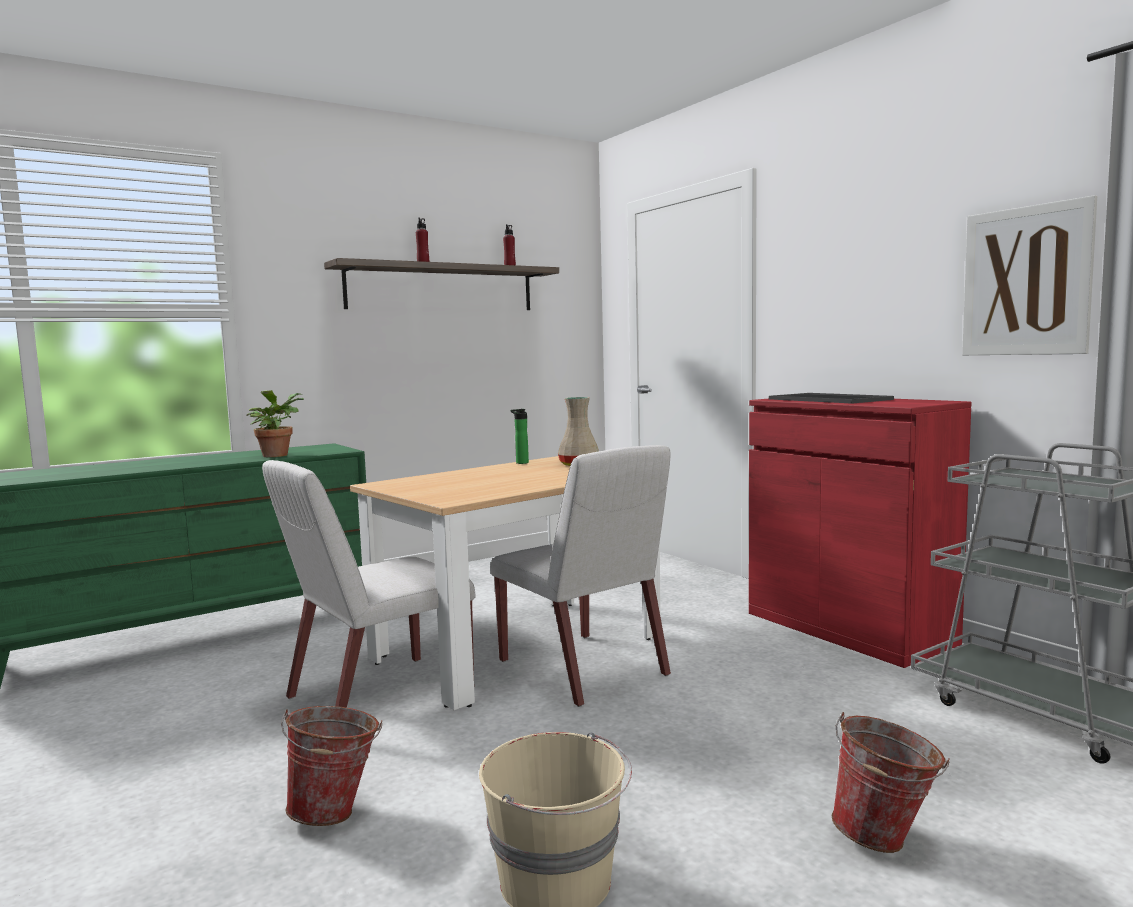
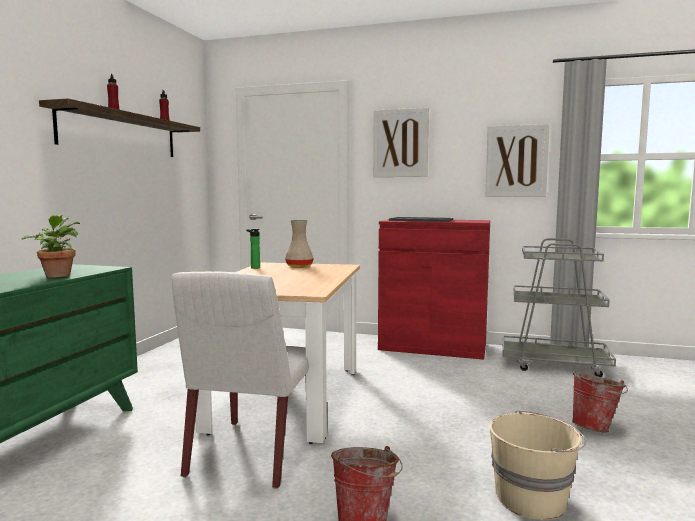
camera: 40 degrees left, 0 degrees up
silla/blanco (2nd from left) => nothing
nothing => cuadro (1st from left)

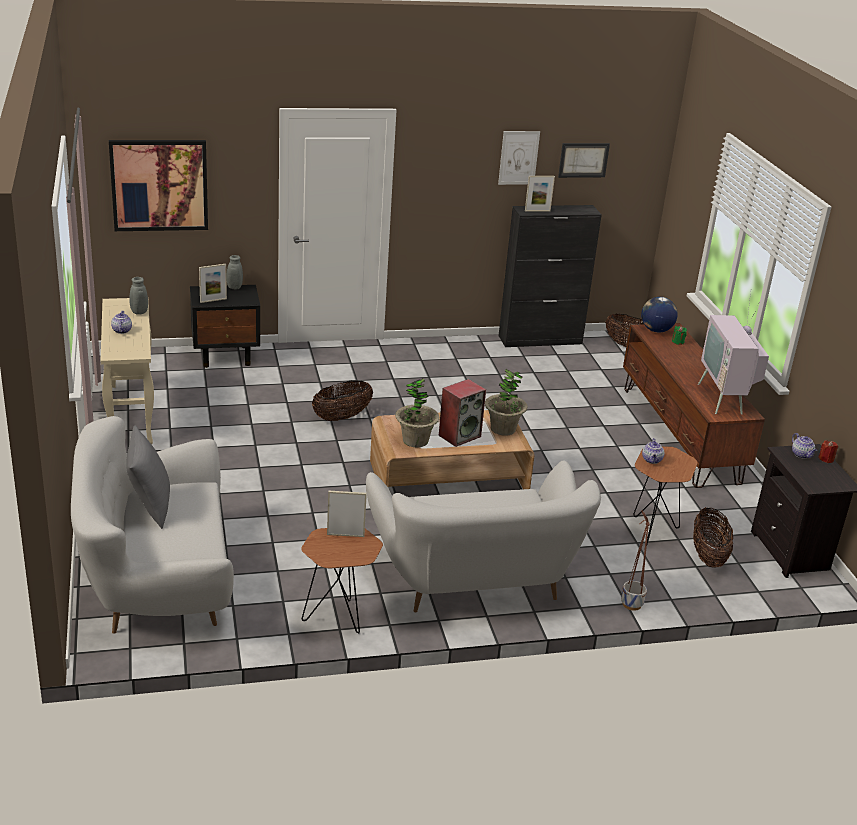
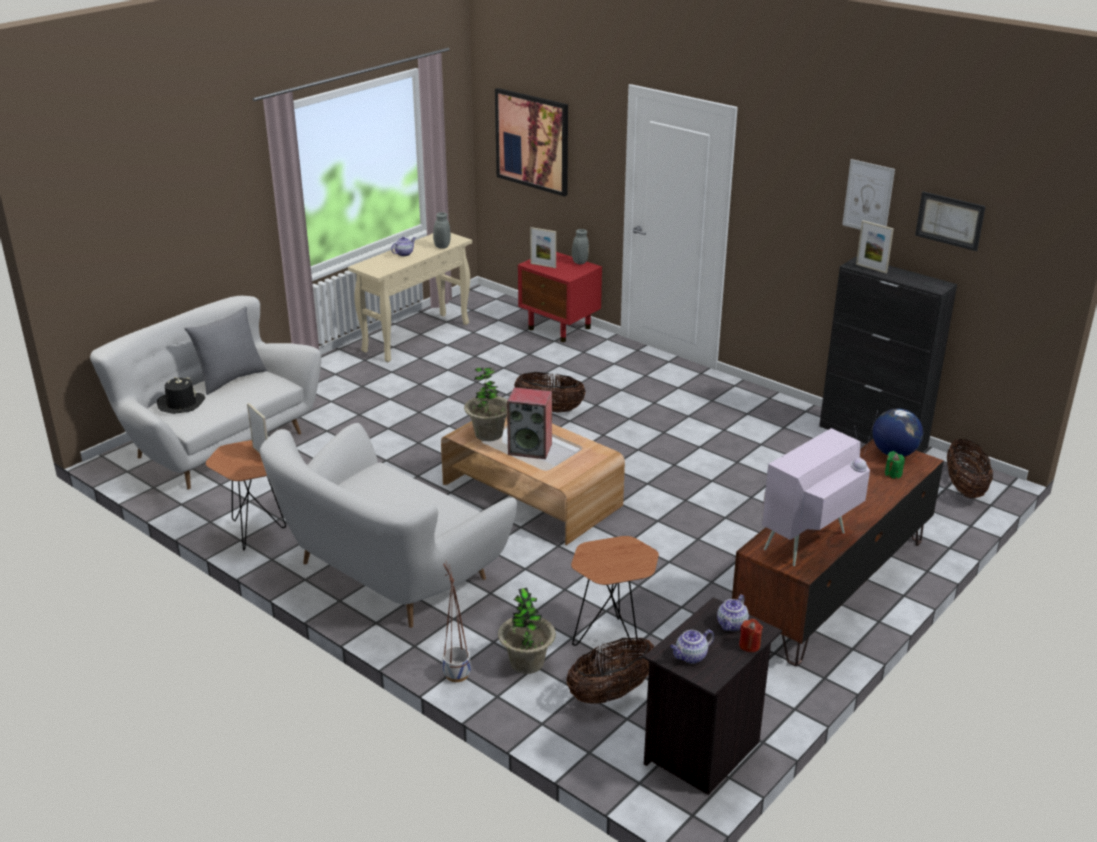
camera: 55 degrees right, 0 degrees up
mesita de noche/negro (1st from left) => mesita de noche/rojo
planta en maceta (2nd from left), move
tetera (2nd from left), move
nothing => sombrero/negro

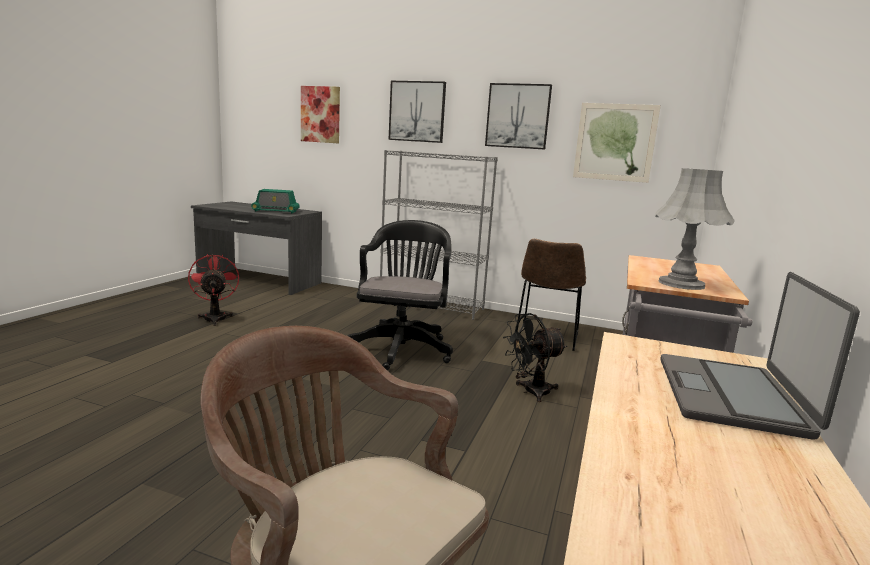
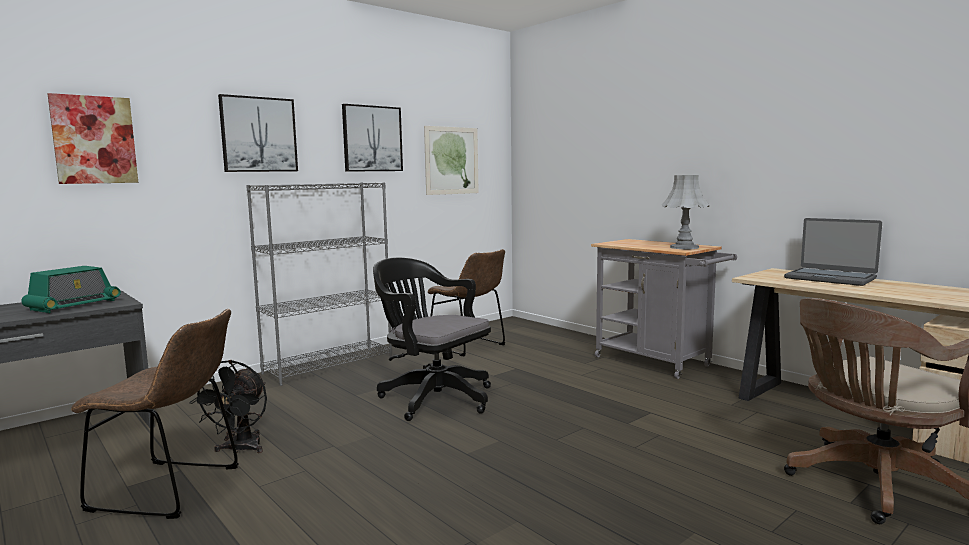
camera: 60 degrees left, 5 degrees down
ventilador/rojo => silla/marrón (1st from left)
ventilador/negro, move

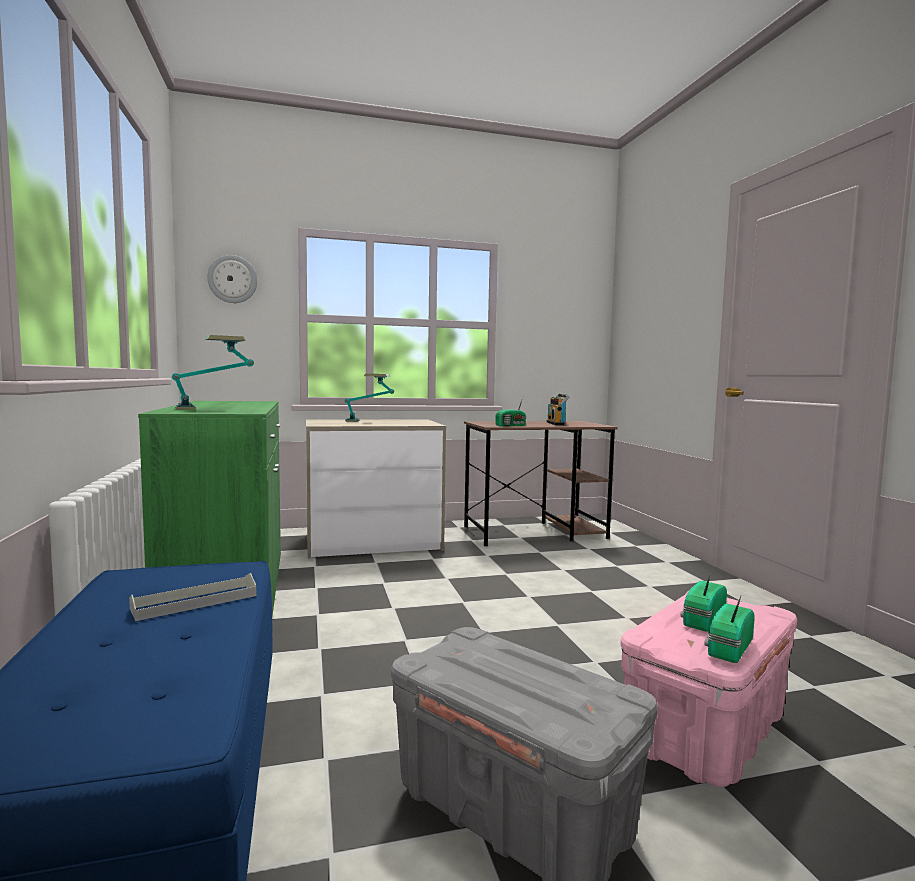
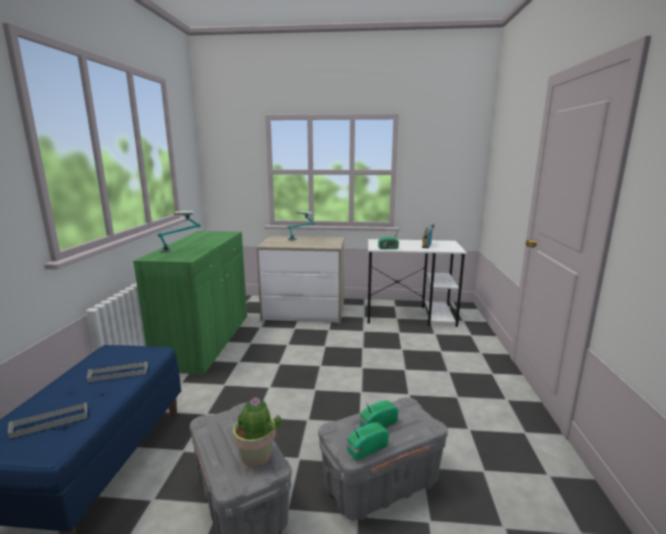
camera: 20 degrees right, 10 degrees up
reloj de pared => nothing
escritorio/marrón => escritorio/blanco
caja de almacenaje/rosa => caja de almacenaje/gris (2nd from left)
nothing => planta en maceta
nothing => bandeja/gris (1st from left)

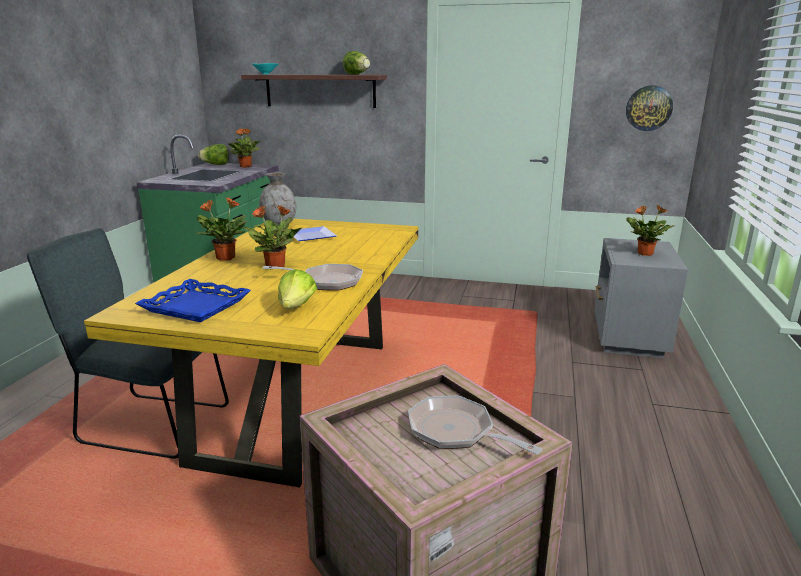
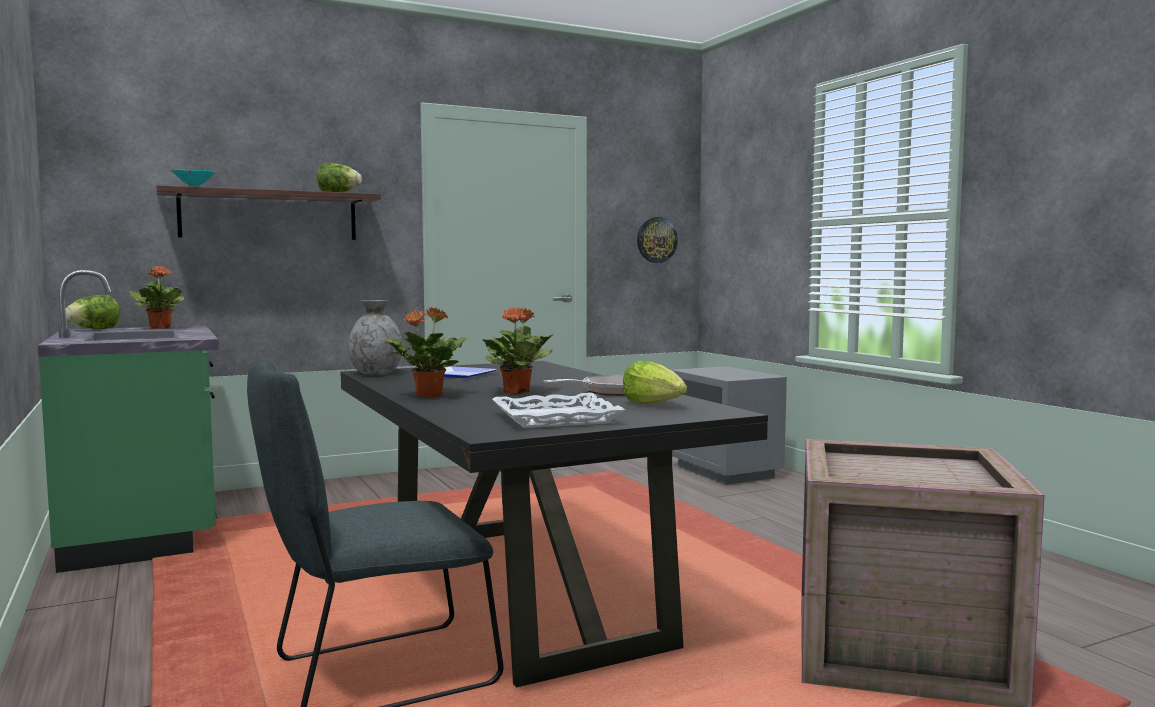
camera: 40 degrees left, 15 degrees down
planta en maceta (4th from left) => nothing
mesa de comedor/amarillo => mesa de comedor/negro
bandeja/azul => bandeja/blanco
sartén (2nd from left) => nothing

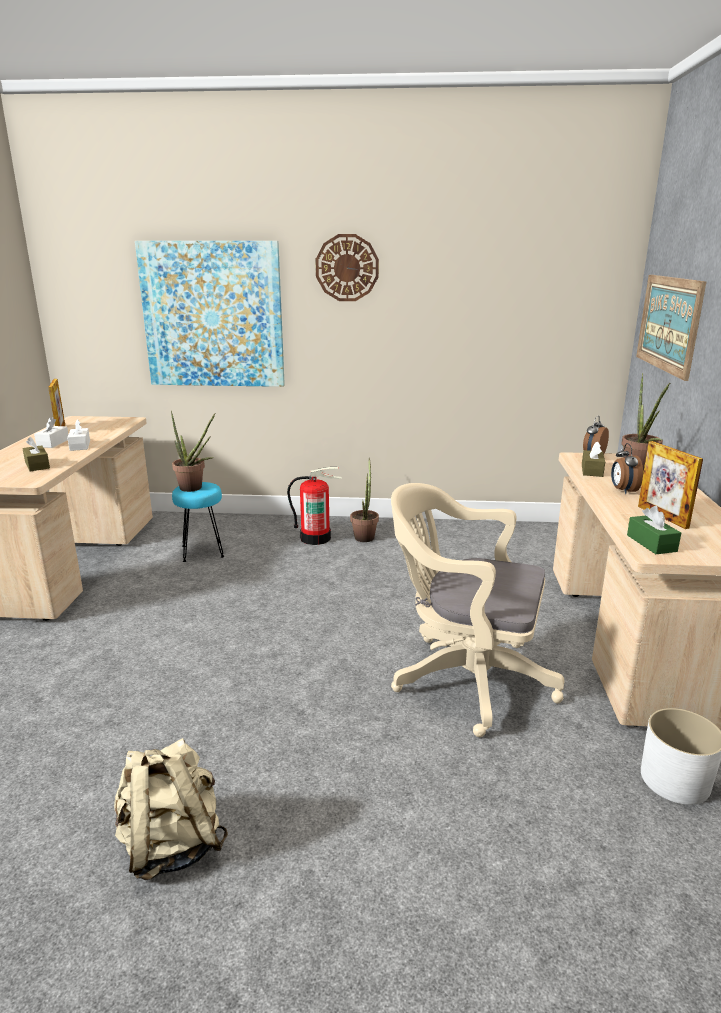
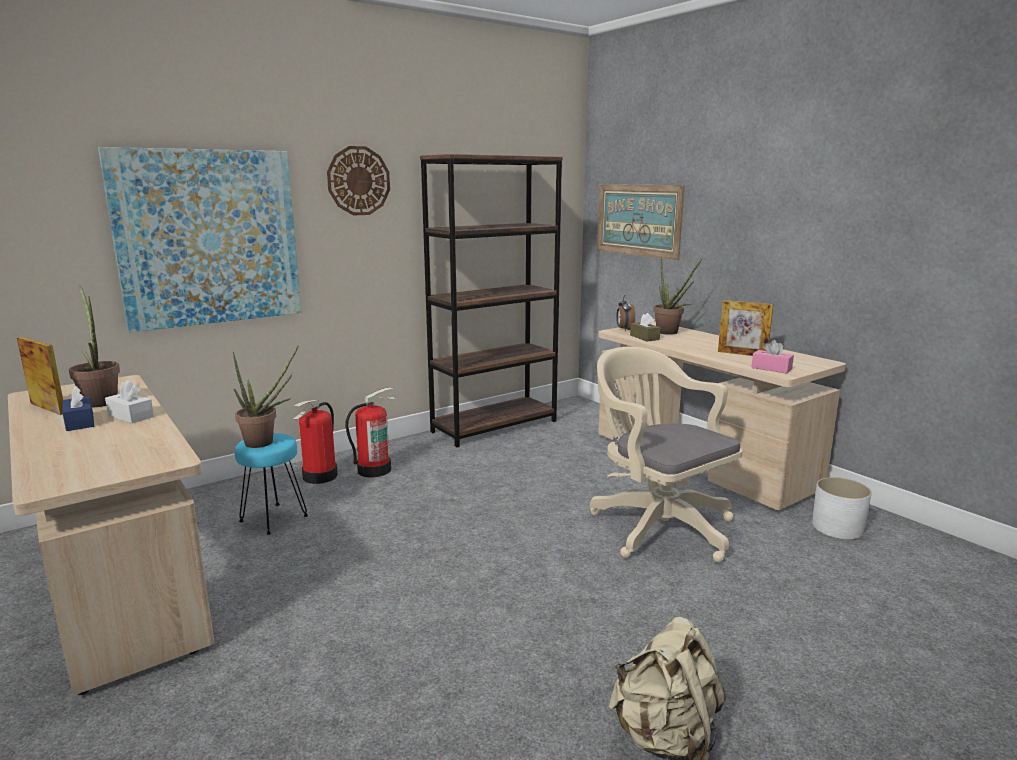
camera: 40 degrees left, 5 degrees down
caja de pañuelos/blanco (1st from left) => caja de pañuelos/azul
caja de pañuelos/marrón (1st from left) => nothing
despertador (2nd from left) => nothing
planta en maceta (2nd from left in the first image) => planta en maceta (1st from left), move
silla de oficina/beis, 75 degrees clockwise
caja de pañuelos/verde => caja de pañuelos/rosa
nothing => estantería/marrón
nothing => extintor (1st from left)

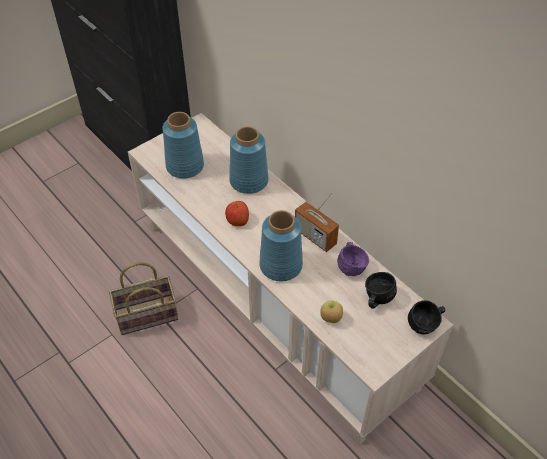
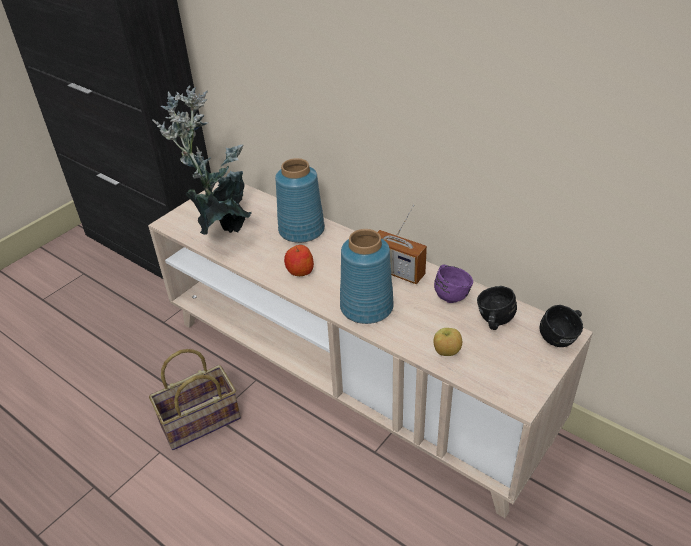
camera: 10 degrees left, 10 degrees down
florero/azul (1st from left) => planta en maceta

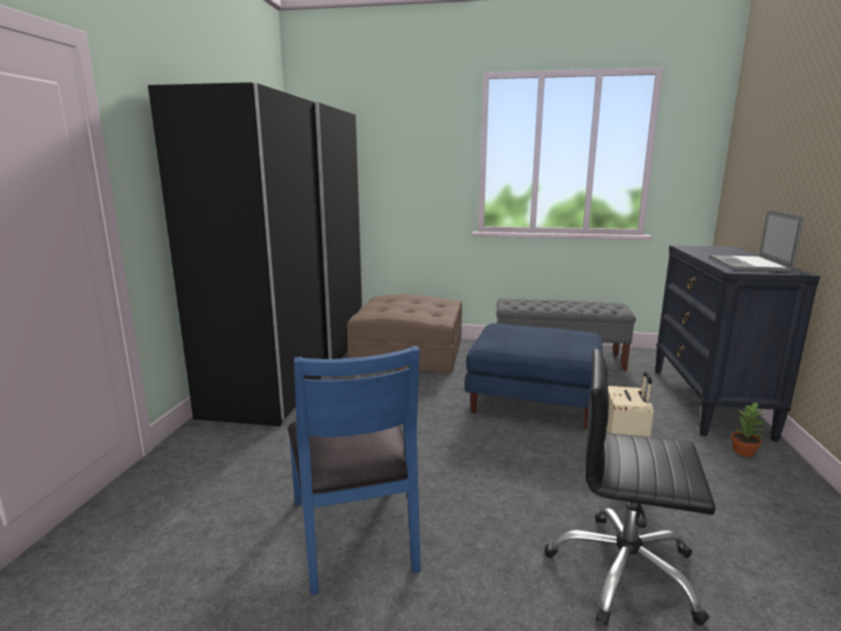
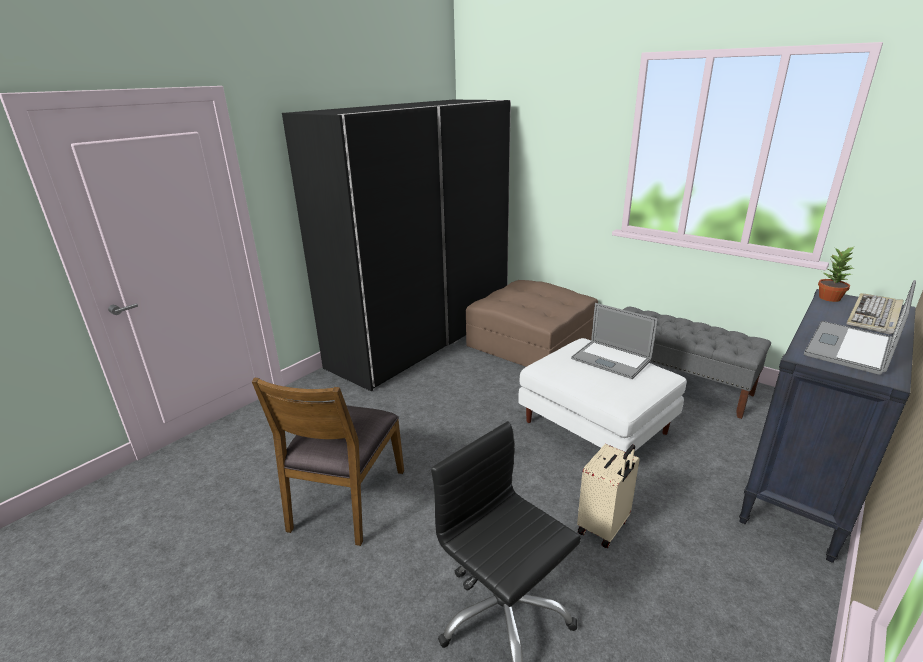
camera: 30 degrees right, 10 degrees up
puf/azul => puf/blanco
silla/azul => silla/marrón
planta en maceta, move
nothing => teclado
nothing => portátil (1st from left)

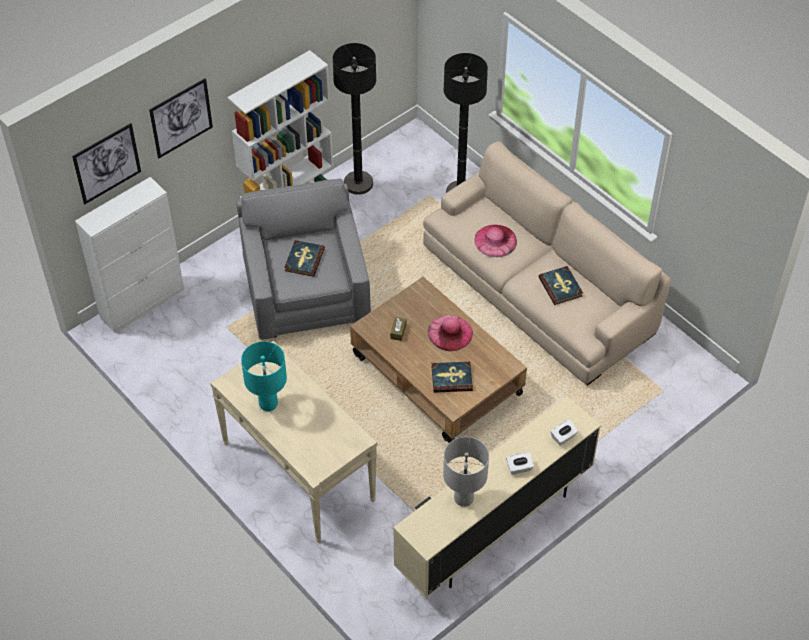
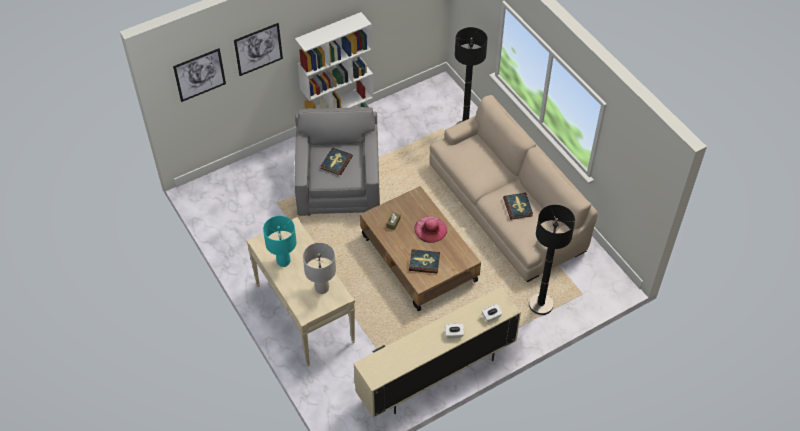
camera: 10 degrees right, 0 degrees up
lámpara de pie/negro (1st from left in the first image) => lámpara de pie/negro (2nd from left), move
armario/blanco => nothing
sombrero/rosa (2nd from left) => nothing
lámpara de mesa/gris, move

